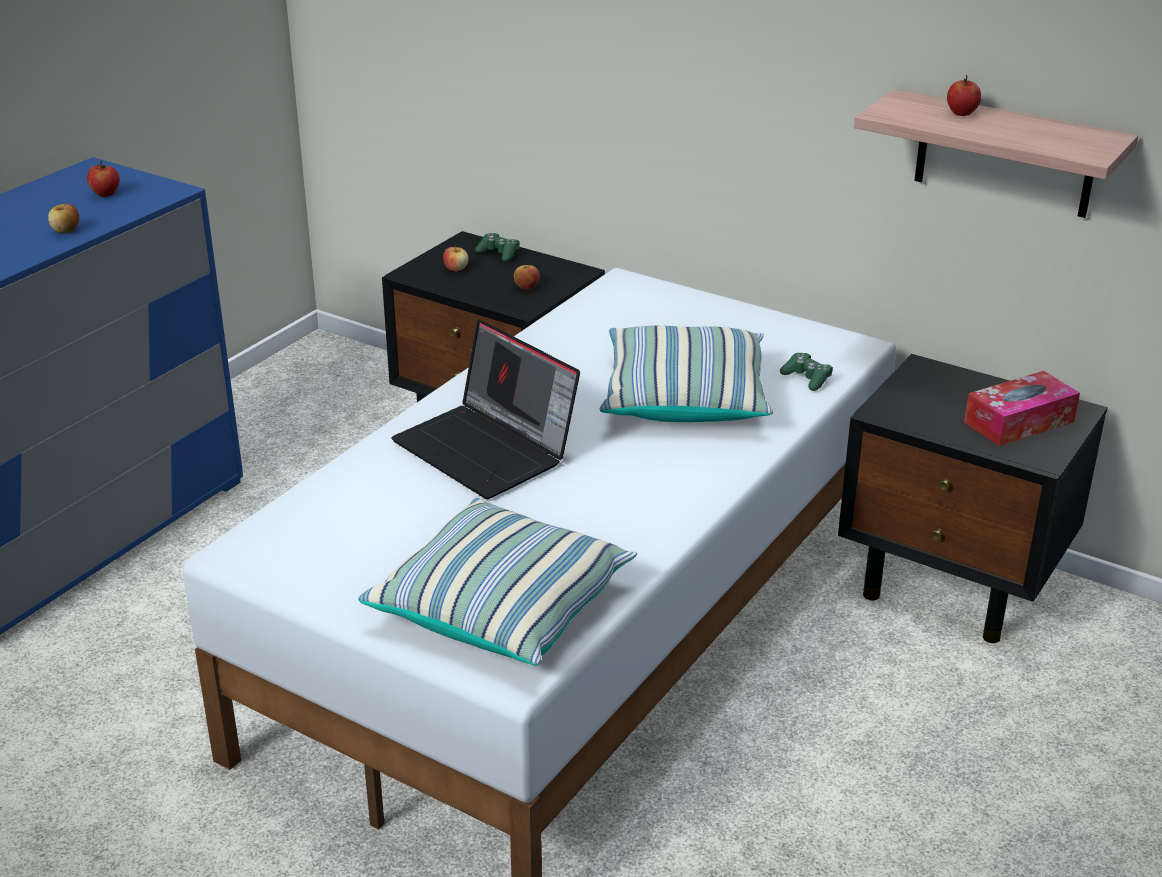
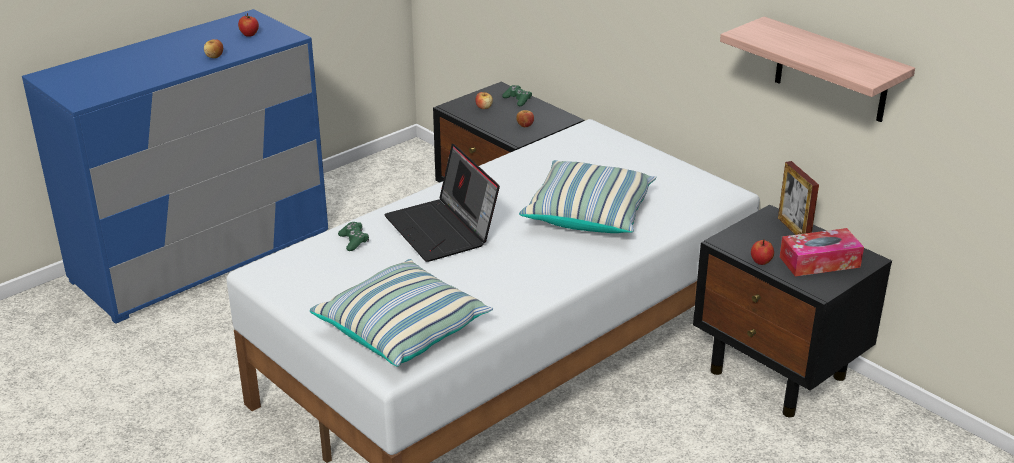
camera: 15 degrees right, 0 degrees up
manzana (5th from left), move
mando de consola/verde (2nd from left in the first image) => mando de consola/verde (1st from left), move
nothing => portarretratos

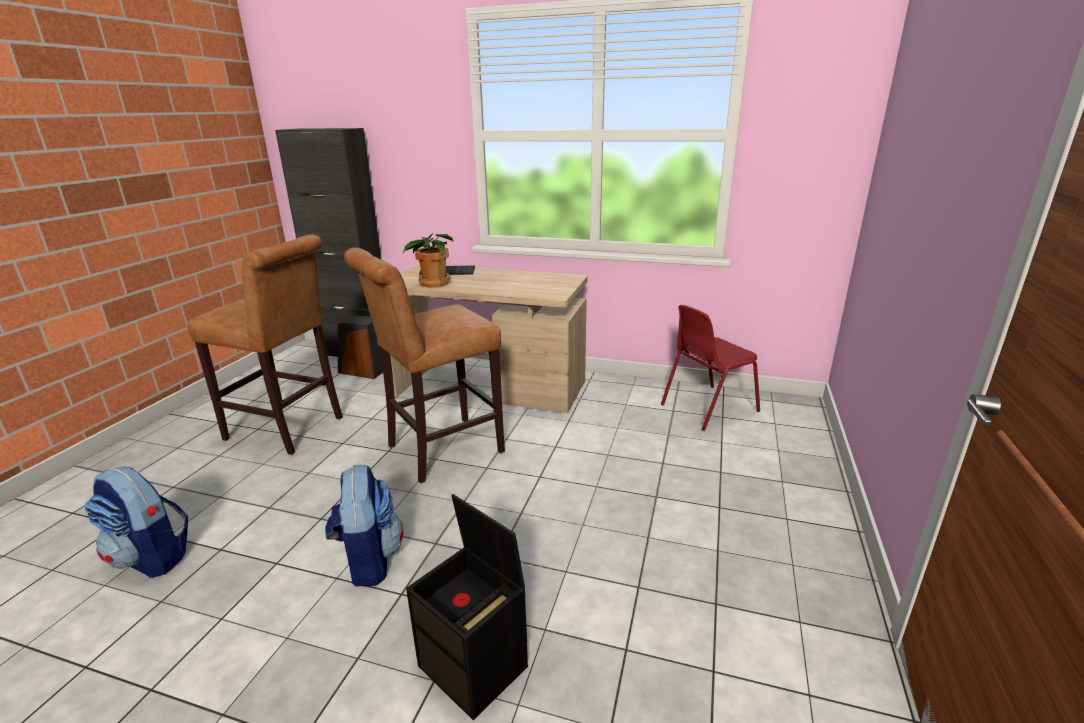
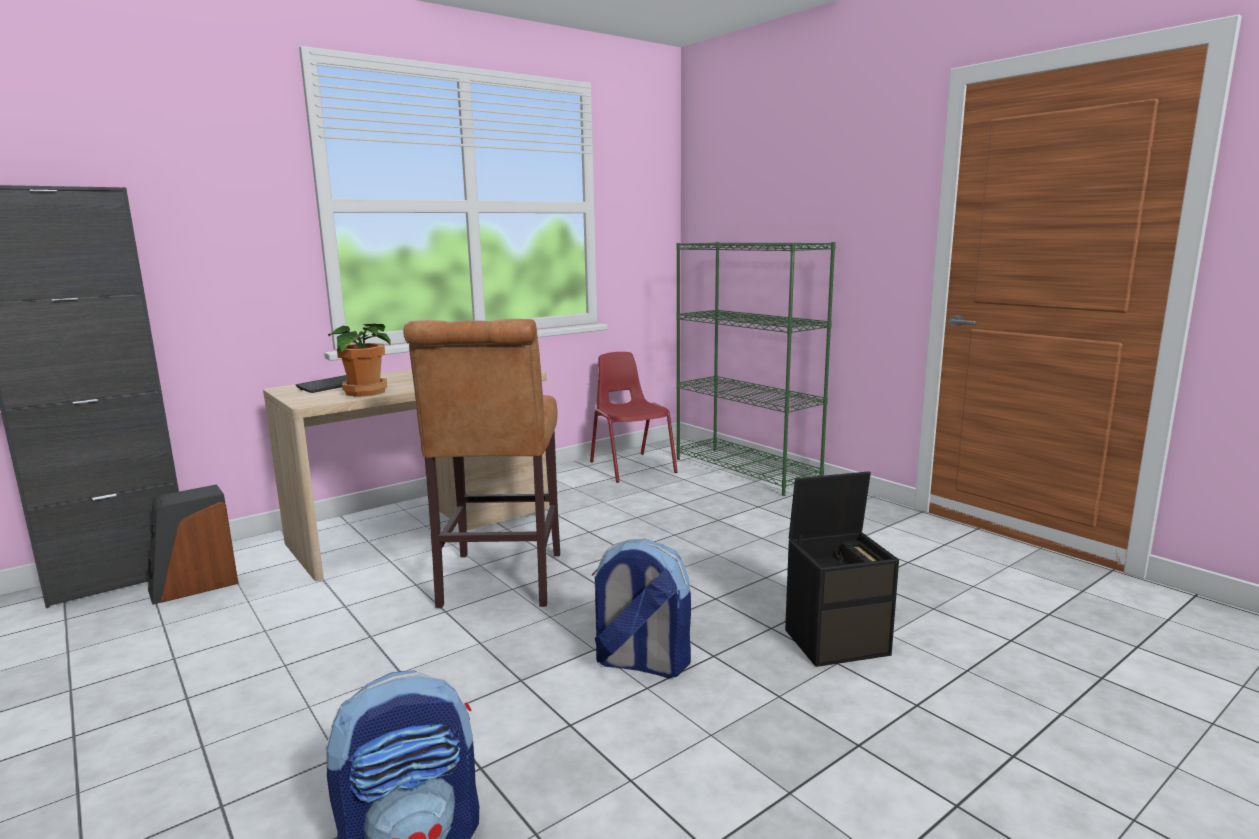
camera: 55 degrees left, 10 degrees down
taburete/marrón (1st from left) => nothing
silla/rojo, 150 degrees clockwise
nothing => estantería/verde

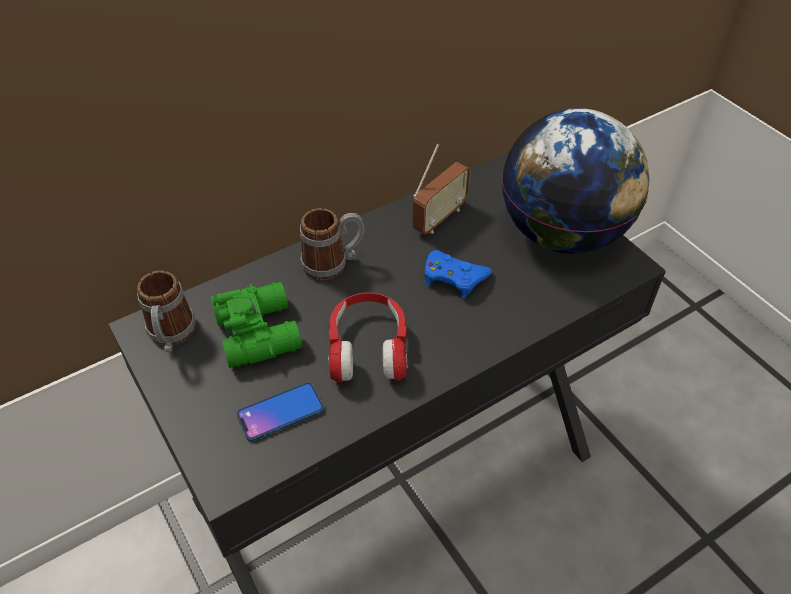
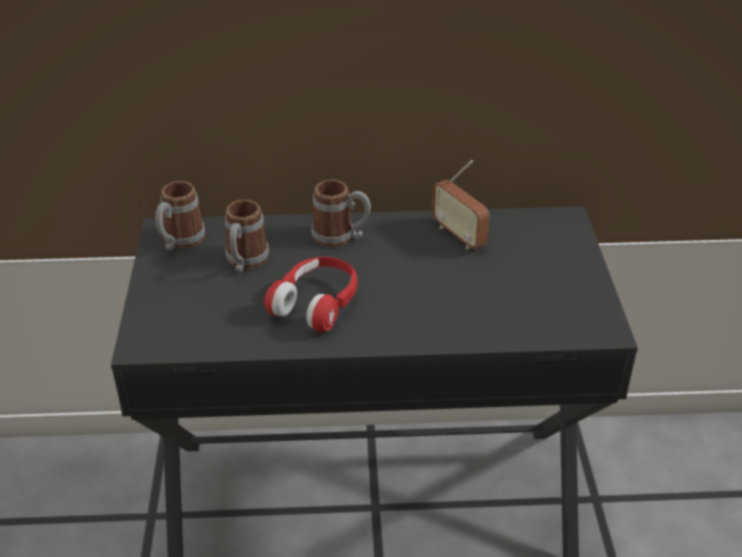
camera: 30 degrees right, 10 degrees down
globo terráqueo => nothing
radio, 75 degrees clockwise
mando de consola/azul => nothing
prismáticos/verde => taza grande (2nd from left)
móvil => nothing

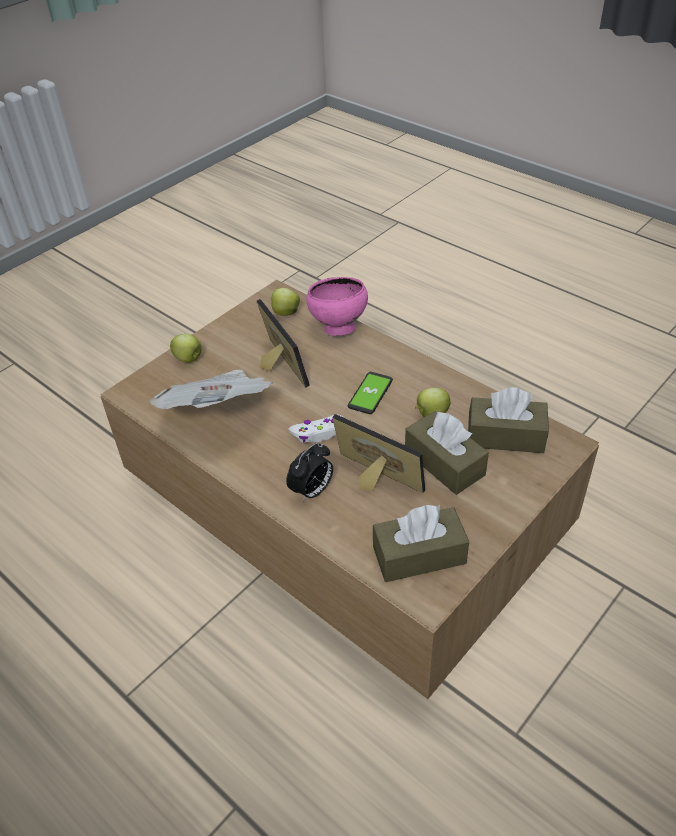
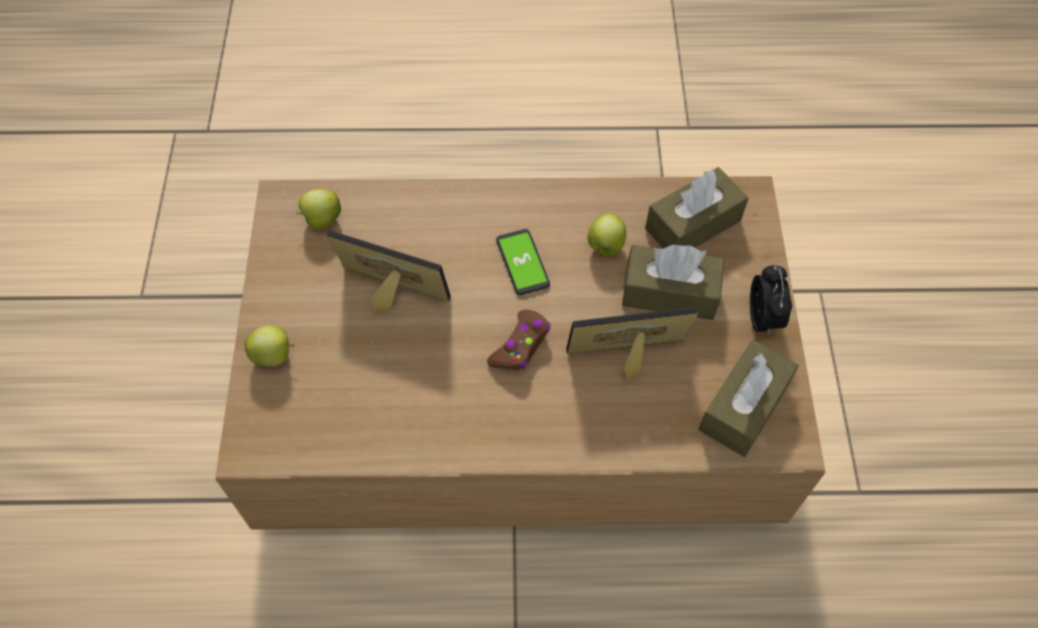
camera: 45 degrees left, 15 degrees up
cuenco/rosa => nothing
periódico => nothing
mando de consola/blanco => mando de consola/marrón
despertador, move

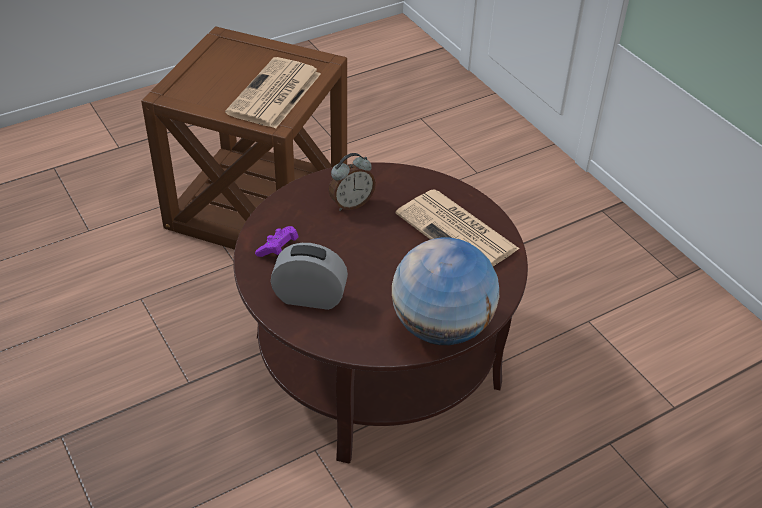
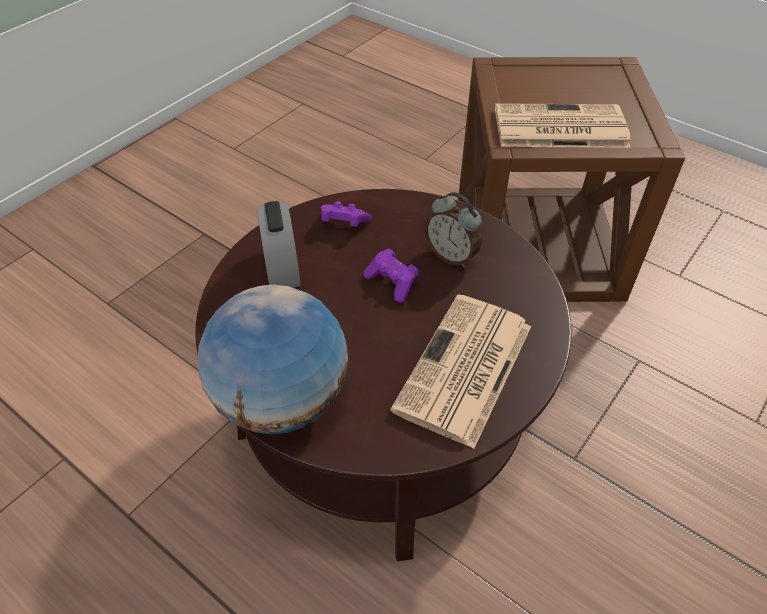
camera: 70 degrees right, 5 degrees up
nothing => mando de consola/morado (2nd from left)

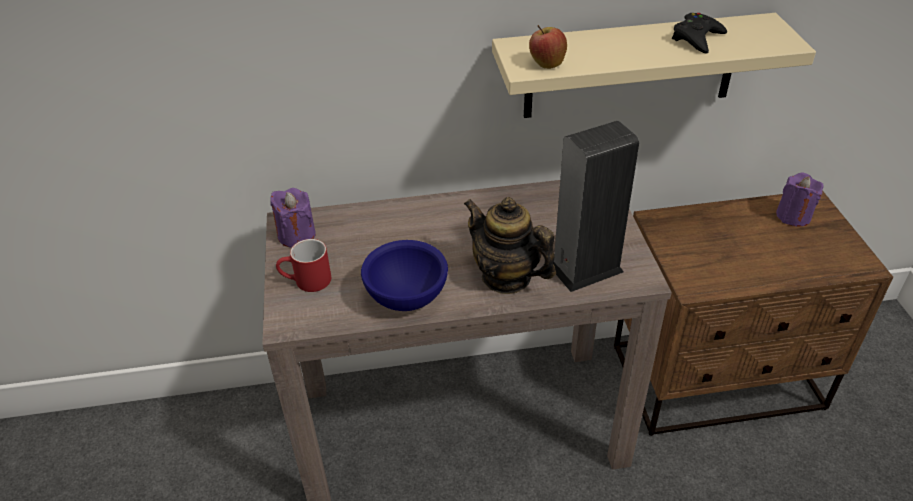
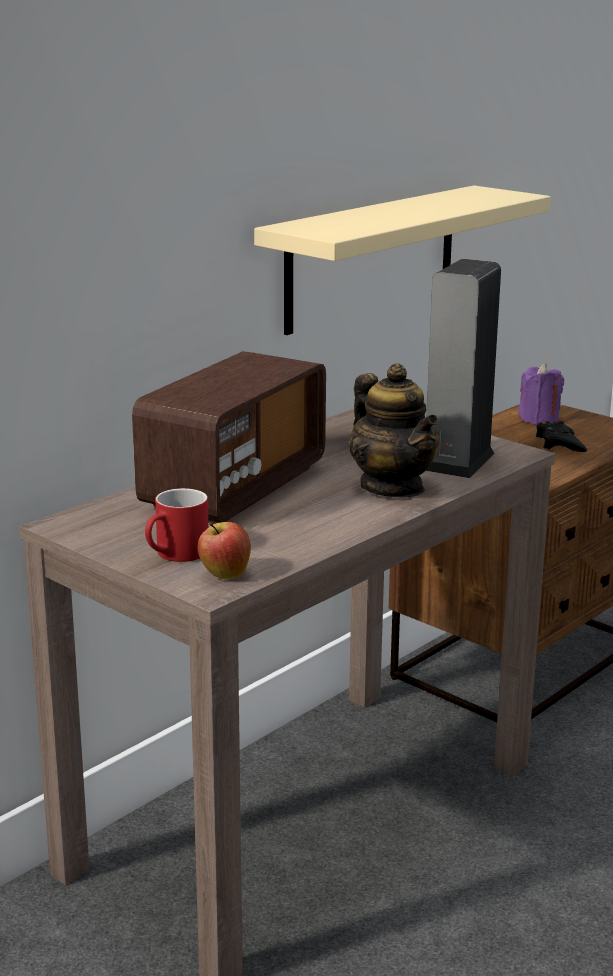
camera: 40 degrees left, 20 degrees down
mando de consola/negro, move
manzana, move
vela/morado (1st from left) => nothing
tetera, 120 degrees counterclockwise
cuenco/azul => nothing
nothing => radio

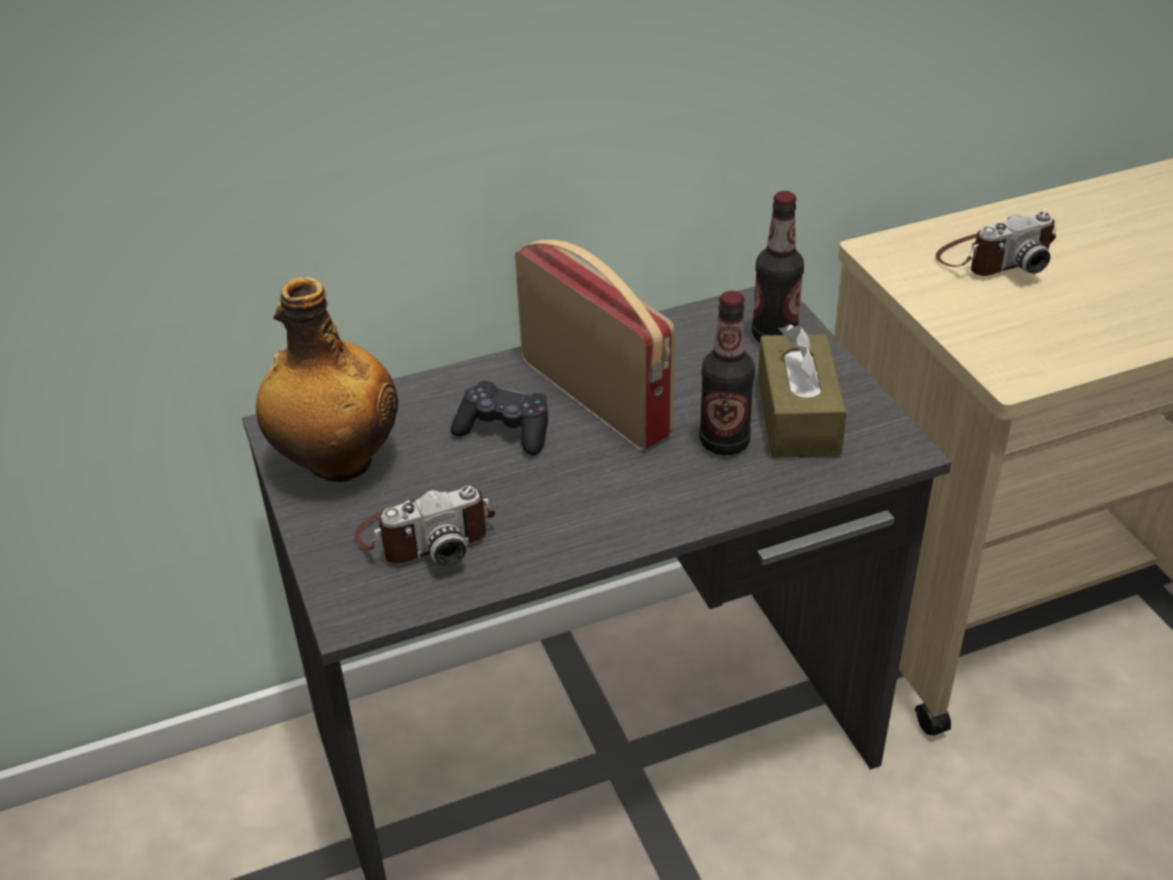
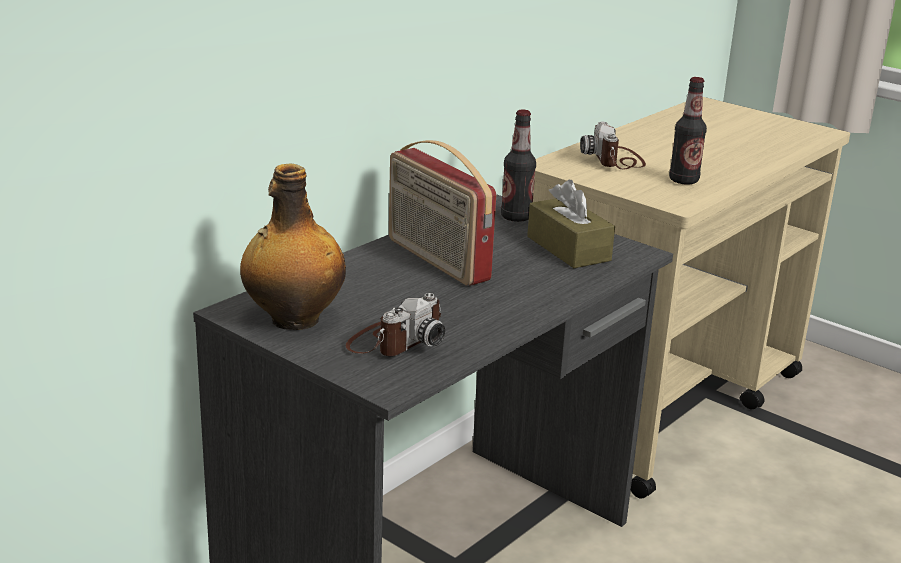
camera: 30 degrees left, 15 degrees down
cámara (2nd from left), 135 degrees clockwise
radio, 150 degrees counterclockwise
botella (2nd from left in the first image) => botella (3rd from left), move
mando de consola/negro => nothing

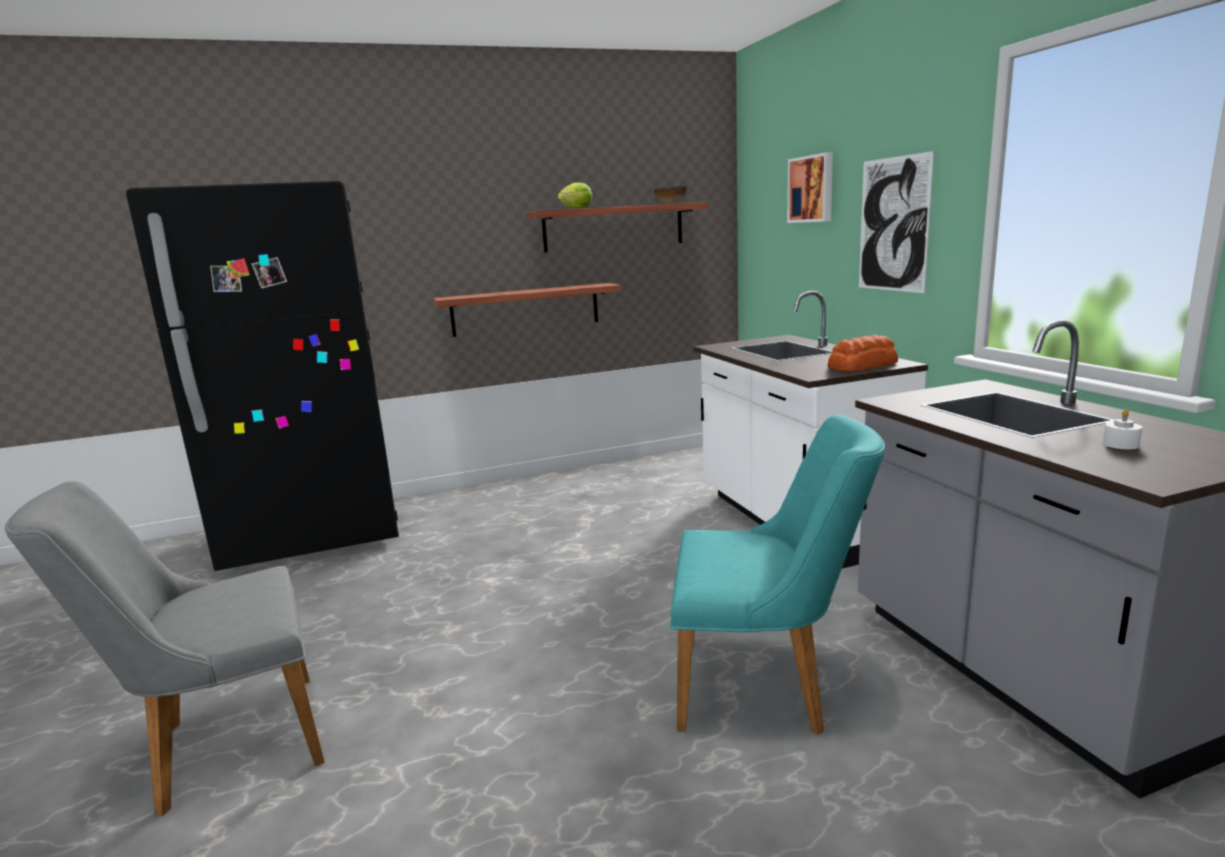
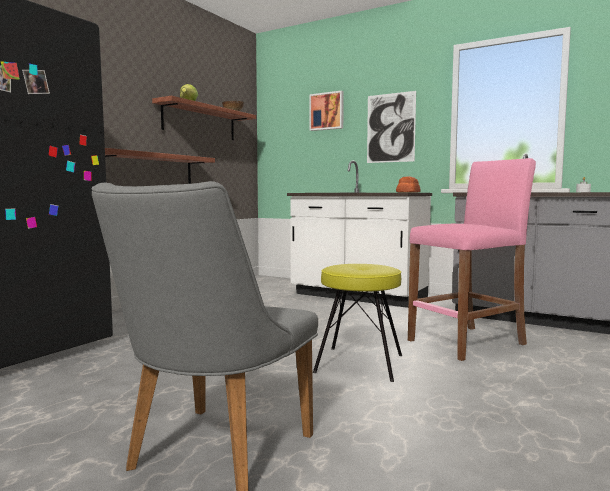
camera: 40 degrees left, 10 degrees down
silla/turquesa => taburete/rosa
nothing => taburete/amarillo

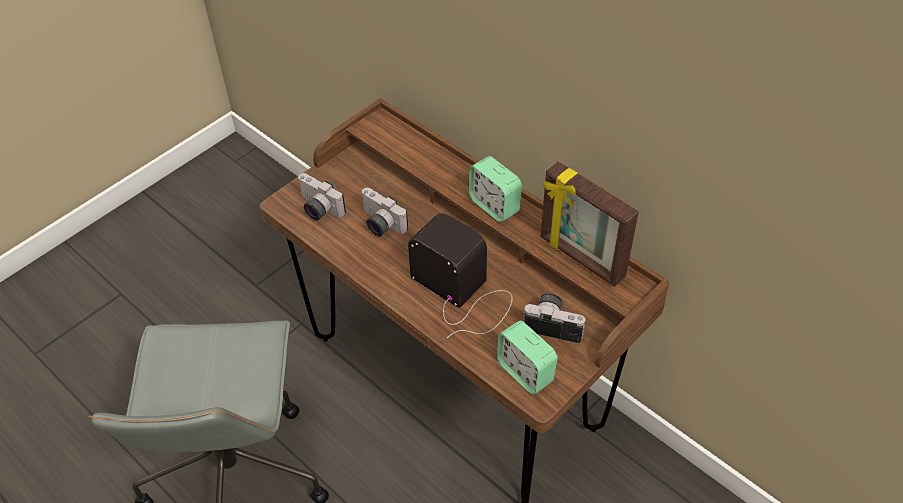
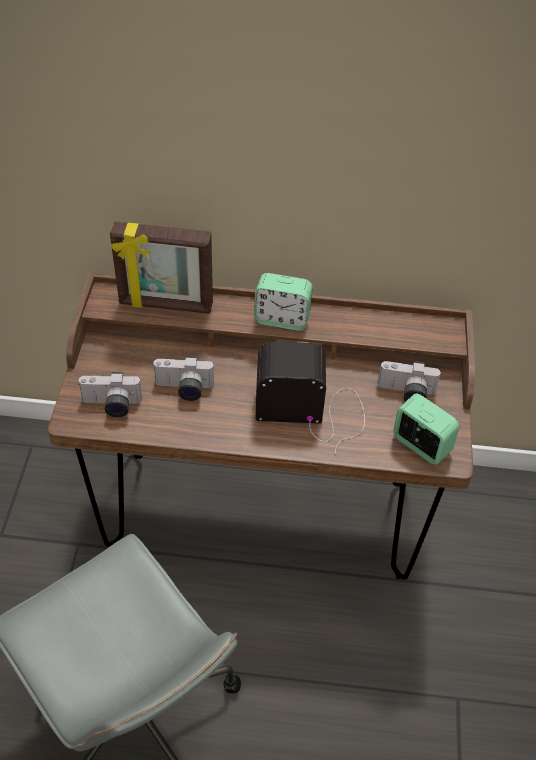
camera: 40 degrees left, 0 degrees up
portarretratos, move
cámara (3rd from left), 150 degrees counterclockwise
despertador (2nd from left), 150 degrees counterclockwise

